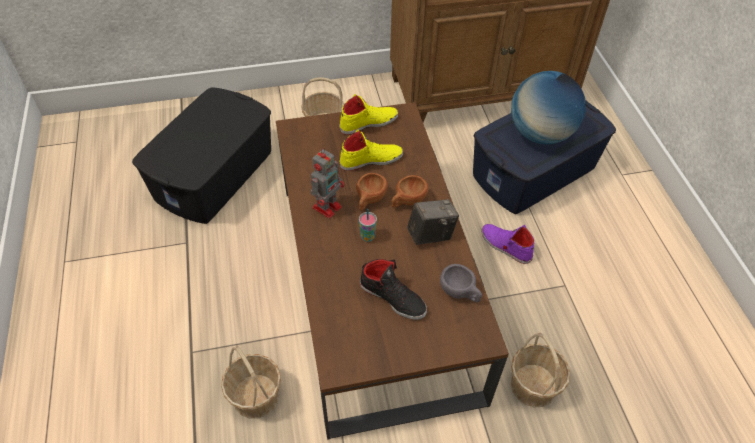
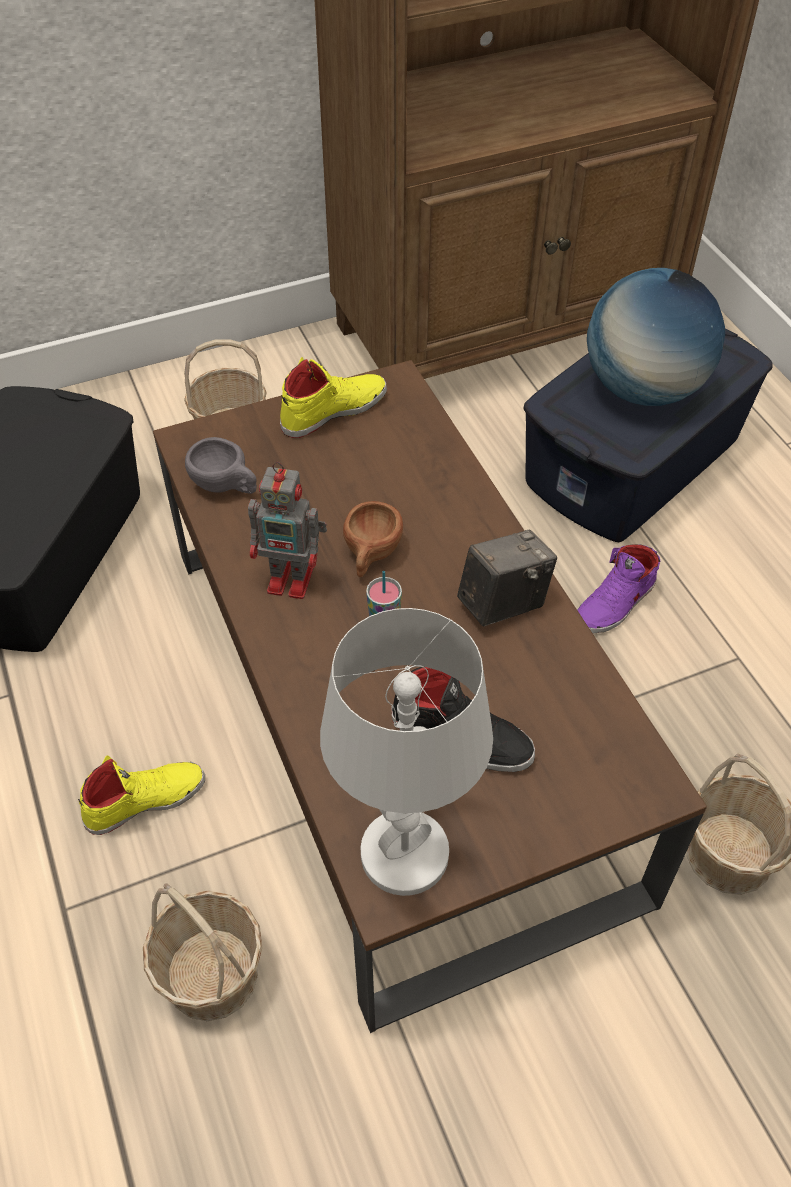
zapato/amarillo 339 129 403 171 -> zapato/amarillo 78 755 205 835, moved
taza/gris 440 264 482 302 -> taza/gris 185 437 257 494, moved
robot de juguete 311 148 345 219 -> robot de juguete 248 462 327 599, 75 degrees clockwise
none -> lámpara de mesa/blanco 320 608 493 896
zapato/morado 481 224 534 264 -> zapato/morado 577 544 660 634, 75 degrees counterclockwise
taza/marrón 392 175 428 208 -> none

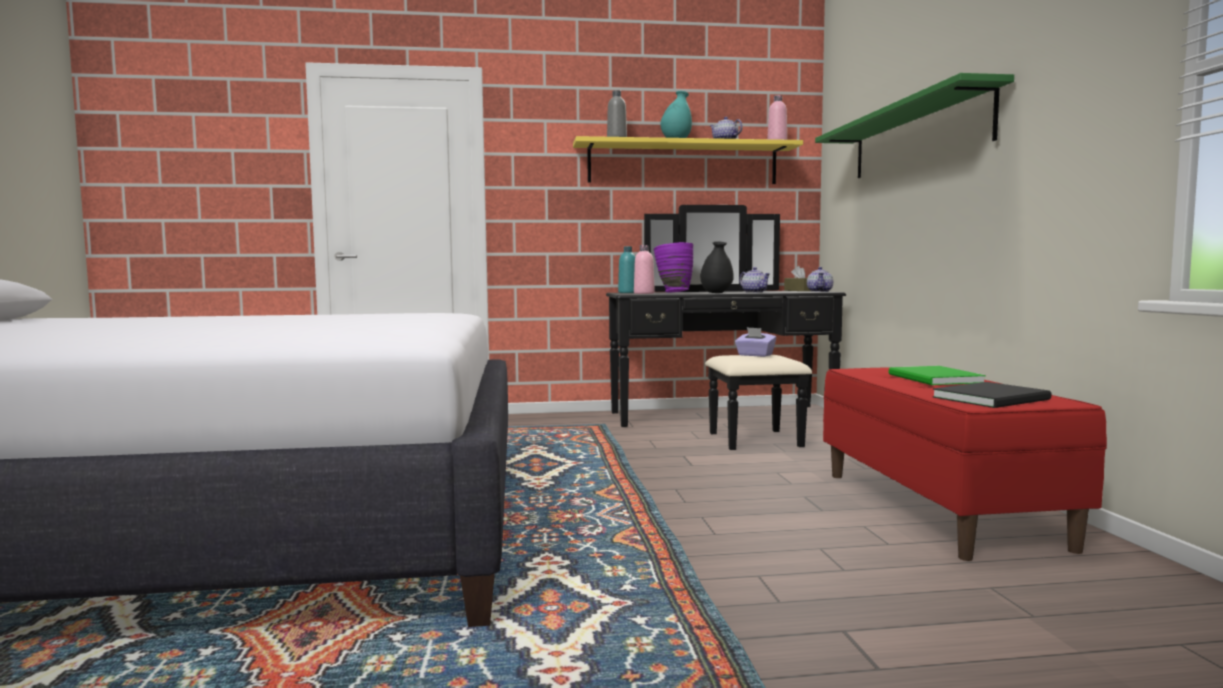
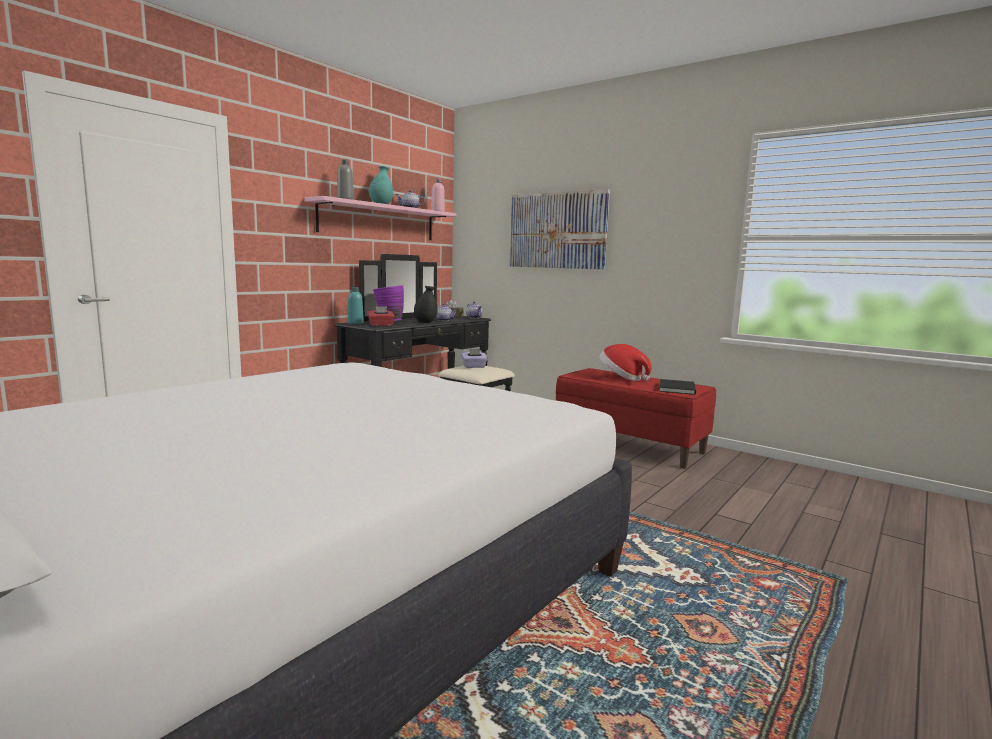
estante/amarillo 573 136 803 184 -> estante/rosa 304 196 457 240
botella/rosa 634 245 655 294 -> caja de pañuelos/rojo 367 306 395 326
estante/verde 815 73 1014 178 -> cuadro 509 189 610 270
libro/verde 889 366 986 385 -> sombrero 599 344 651 381

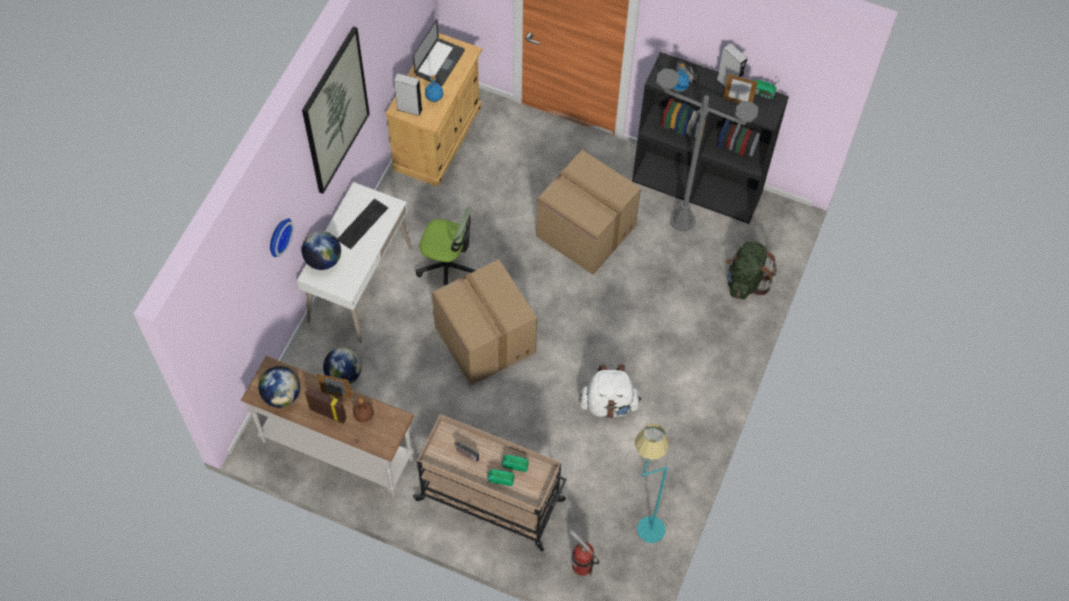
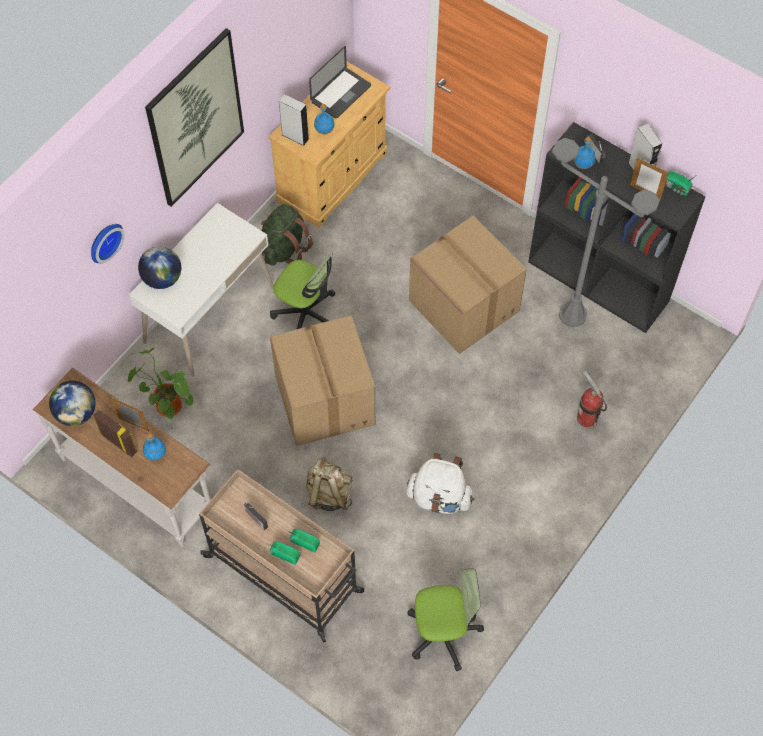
globo terráqueo 323 348 362 384 -> planta en maceta 128 347 194 420
botella/marrón 353 398 374 423 -> botella/azul 143 433 166 461
mochila/verde 726 241 777 299 -> mochila/verde 261 204 313 266, moved
none -> mochila/beis 306 457 352 511
lámpara de pie/turquesa 635 423 669 543 -> silla de oficina 407 568 484 671
extintor 570 530 599 576 -> extintor 577 371 607 429, moved
teclado 338 199 388 249 -> none

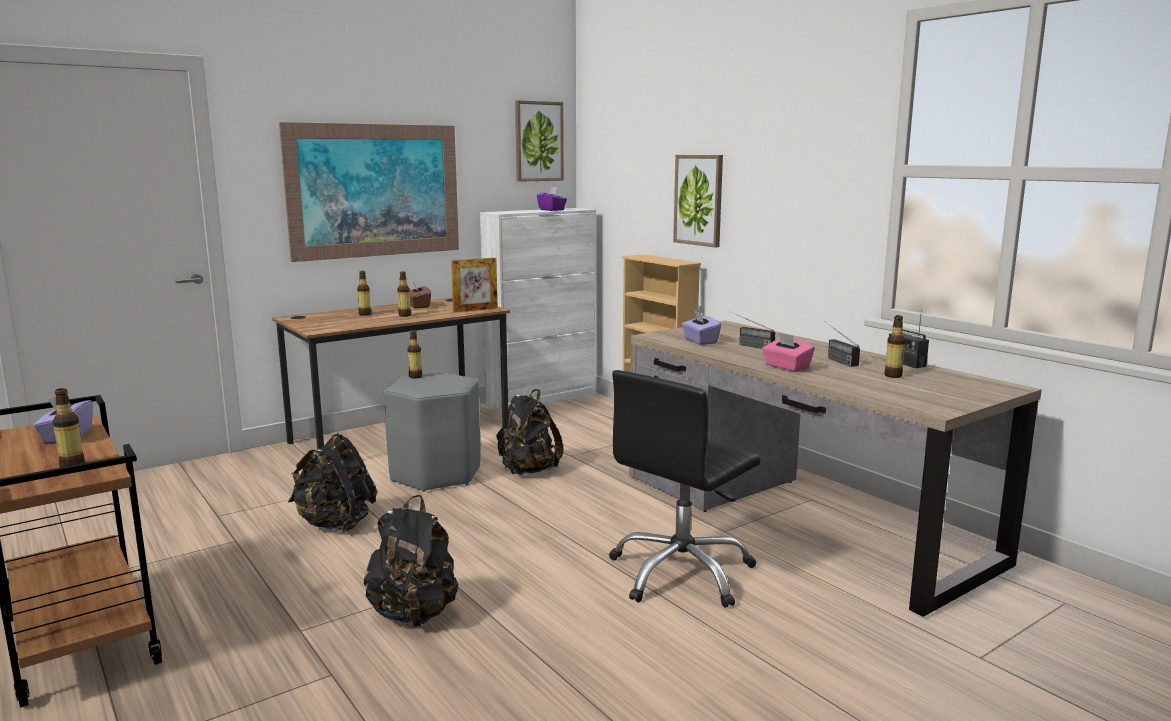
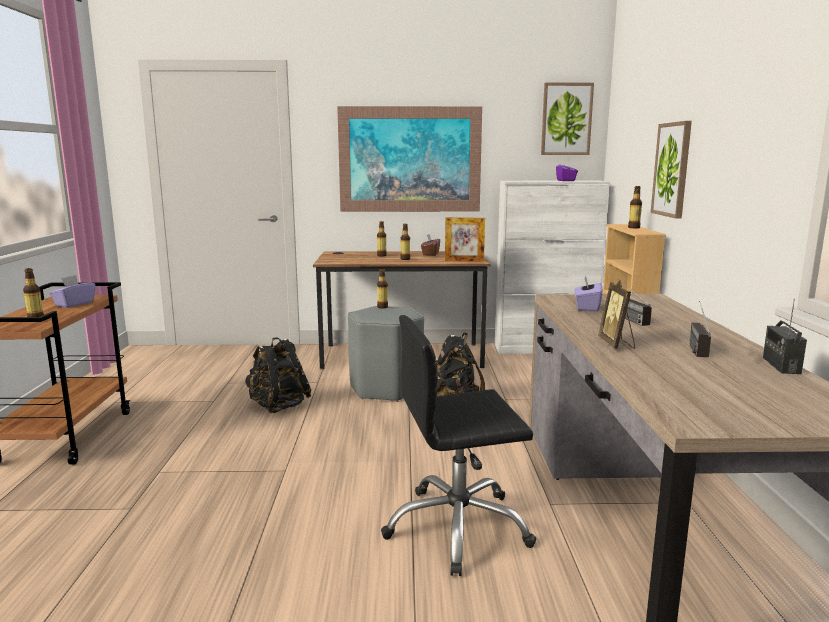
caja de pañuelos/rosa 762 332 815 372 -> portarretratos 598 280 635 349
botella 884 315 905 378 -> botella 628 186 642 228, moved
mochila/negro 364 495 458 627 -> none

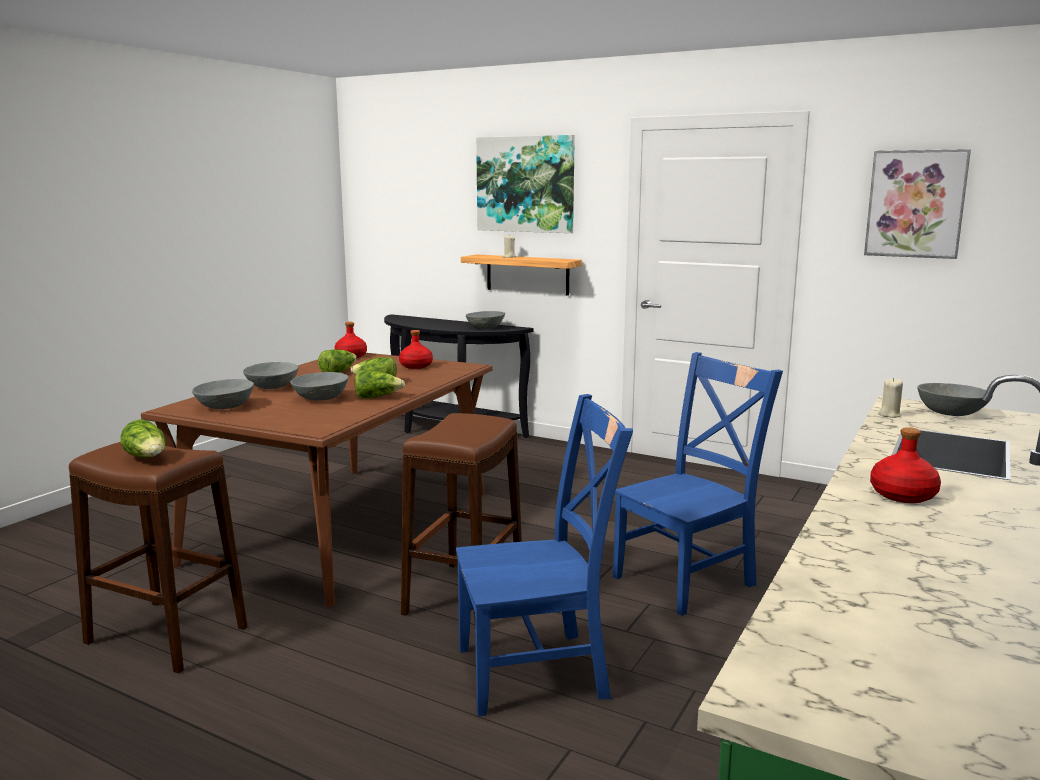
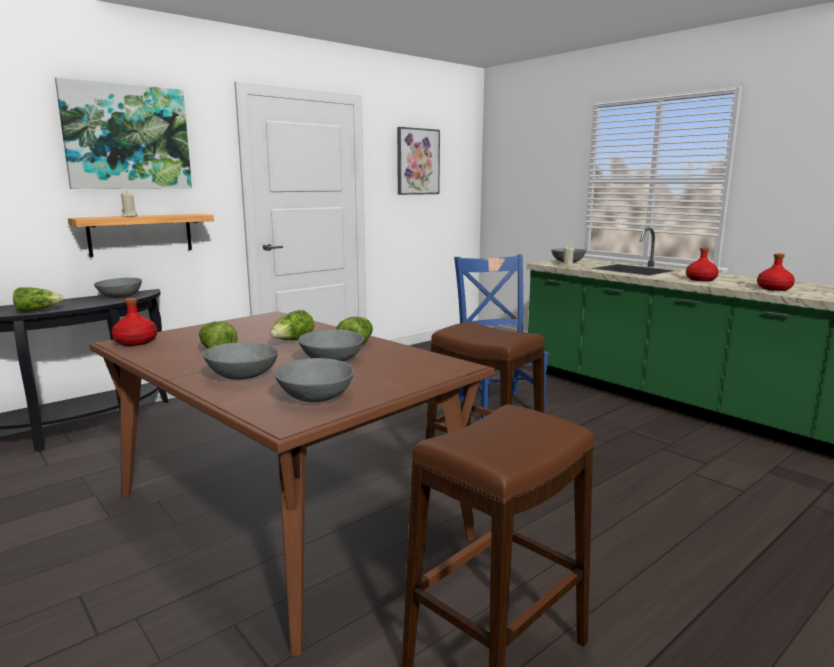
lechuga 121 419 166 458 -> lechuga 13 287 63 312, moved
botella/rojo 399 330 433 369 -> botella/rojo 757 254 795 291, moved
silla/azul 456 394 633 716 -> none

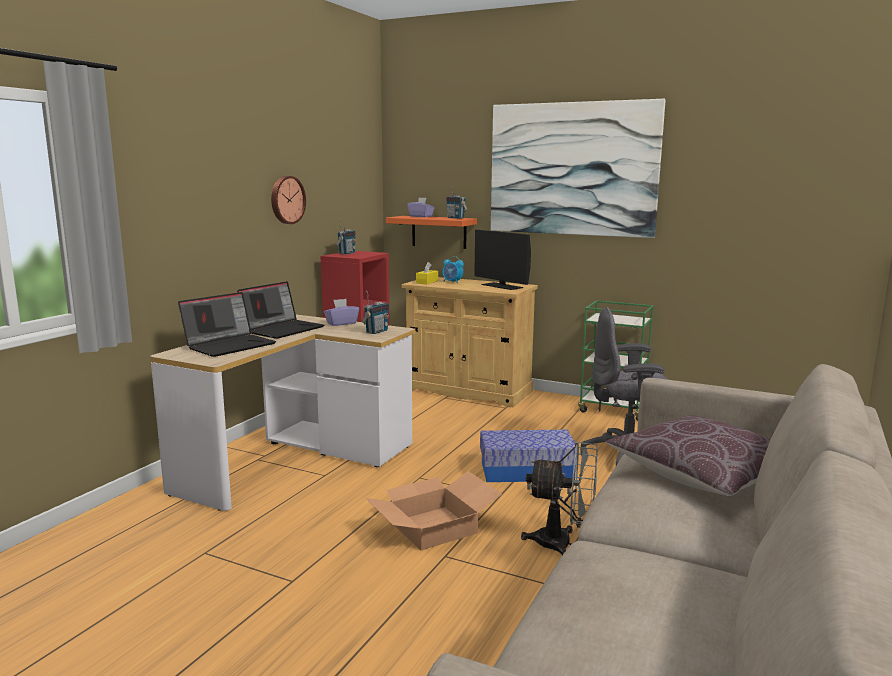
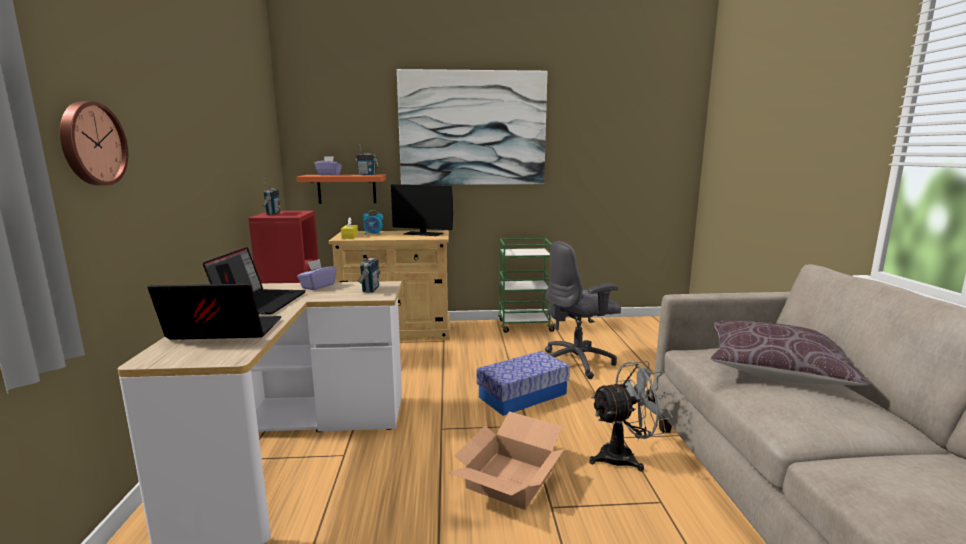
reloj de pared 271 176 306 224 -> reloj de pared 60 101 128 185, moved
portátil 178 292 276 357 -> portátil 148 284 282 340, 105 degrees counterclockwise

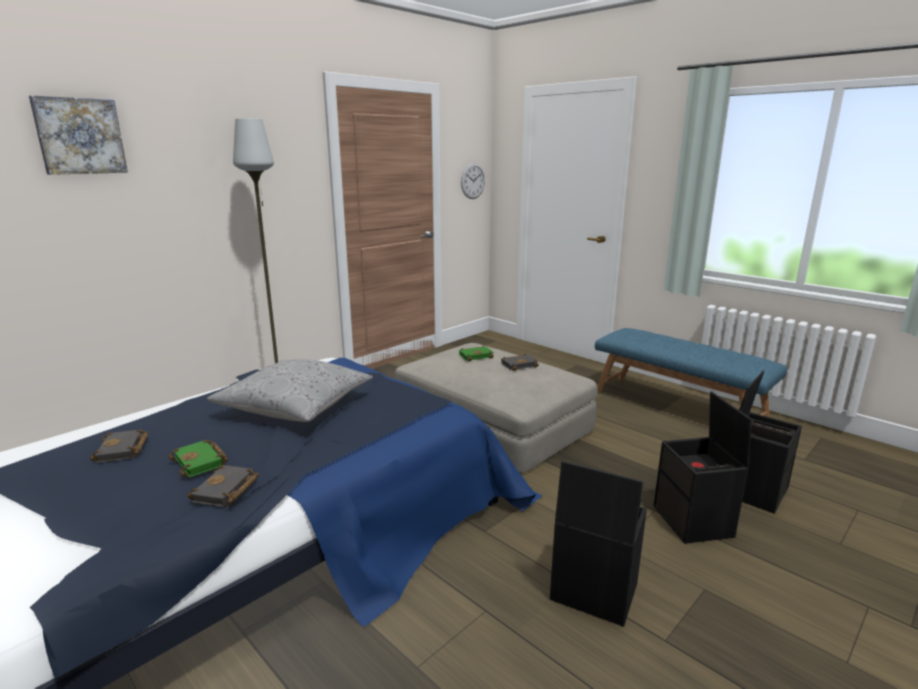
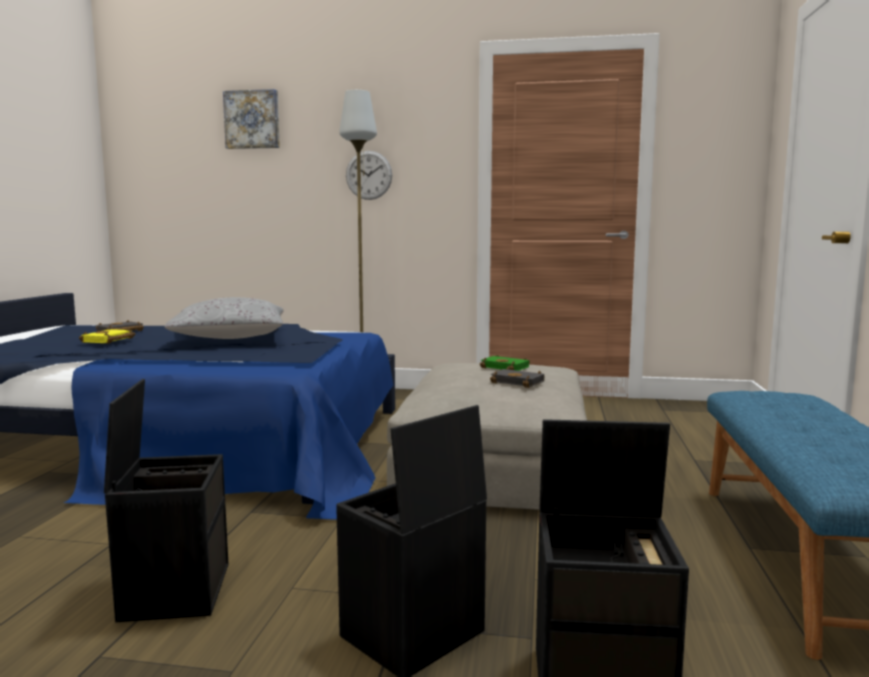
libro/verde 168 439 228 477 -> libro/amarillo 79 327 135 344
reloj de pared 461 163 485 199 -> reloj de pared 346 151 392 200, moved
libro/negro 187 465 259 507 -> none

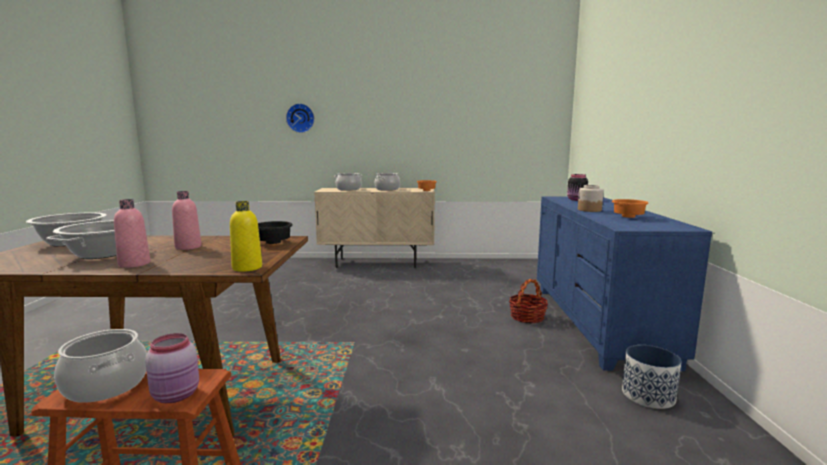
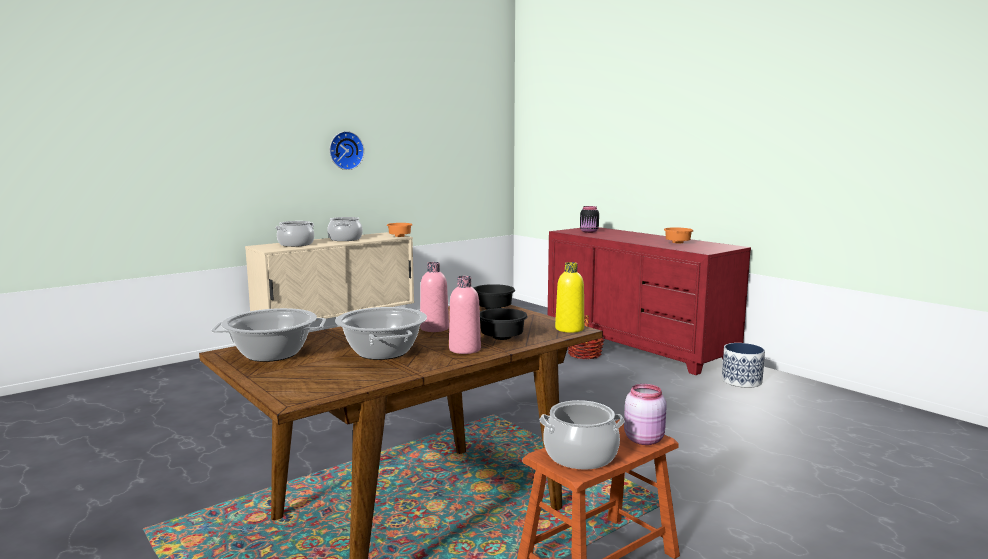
reloj de pared 286 103 315 133 -> reloj de pared 329 131 364 170, moved
none -> cuenco/negro 480 308 528 340
cómoda/azul 537 196 712 371 -> cómoda/rojo 548 227 751 375
tarro 578 185 604 212 -> none

